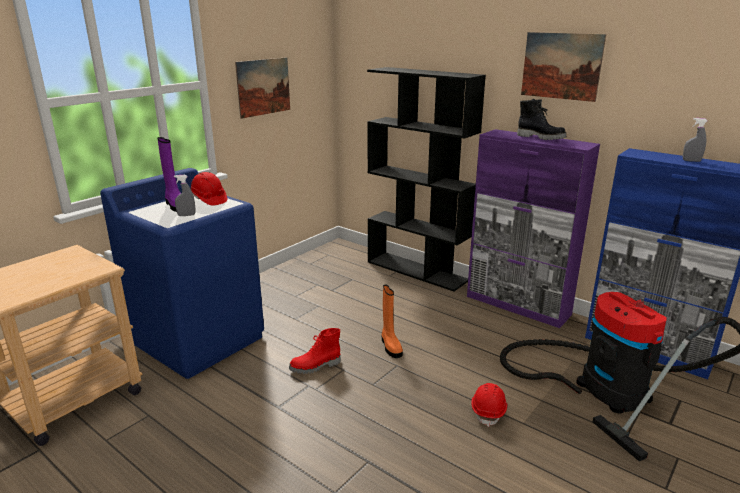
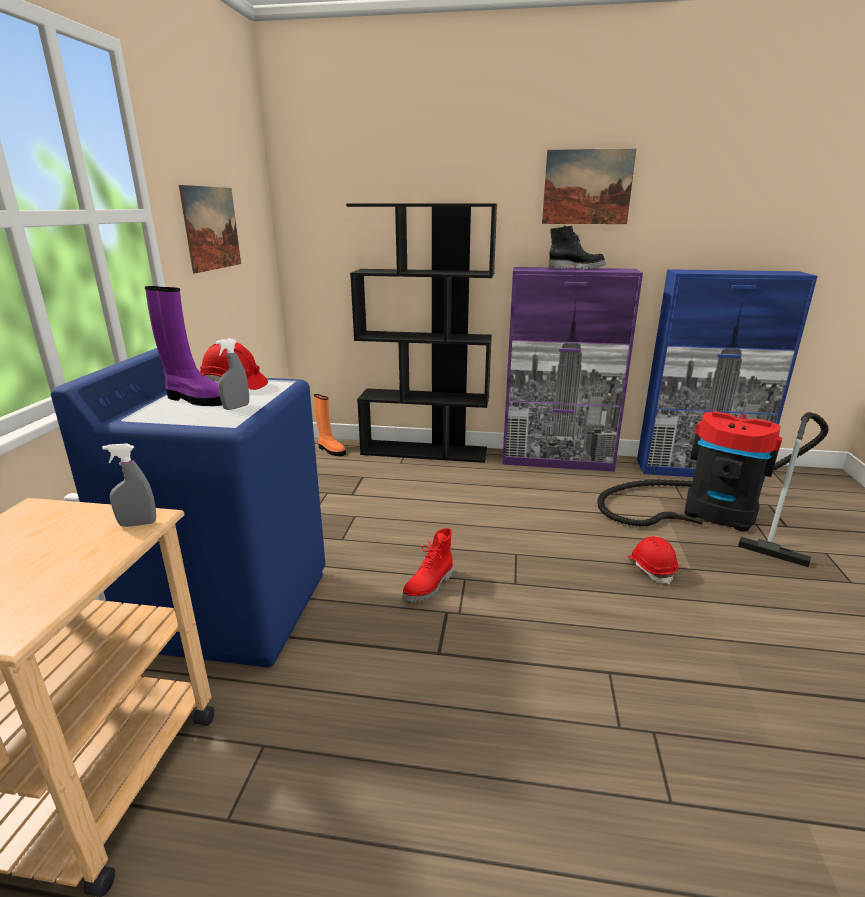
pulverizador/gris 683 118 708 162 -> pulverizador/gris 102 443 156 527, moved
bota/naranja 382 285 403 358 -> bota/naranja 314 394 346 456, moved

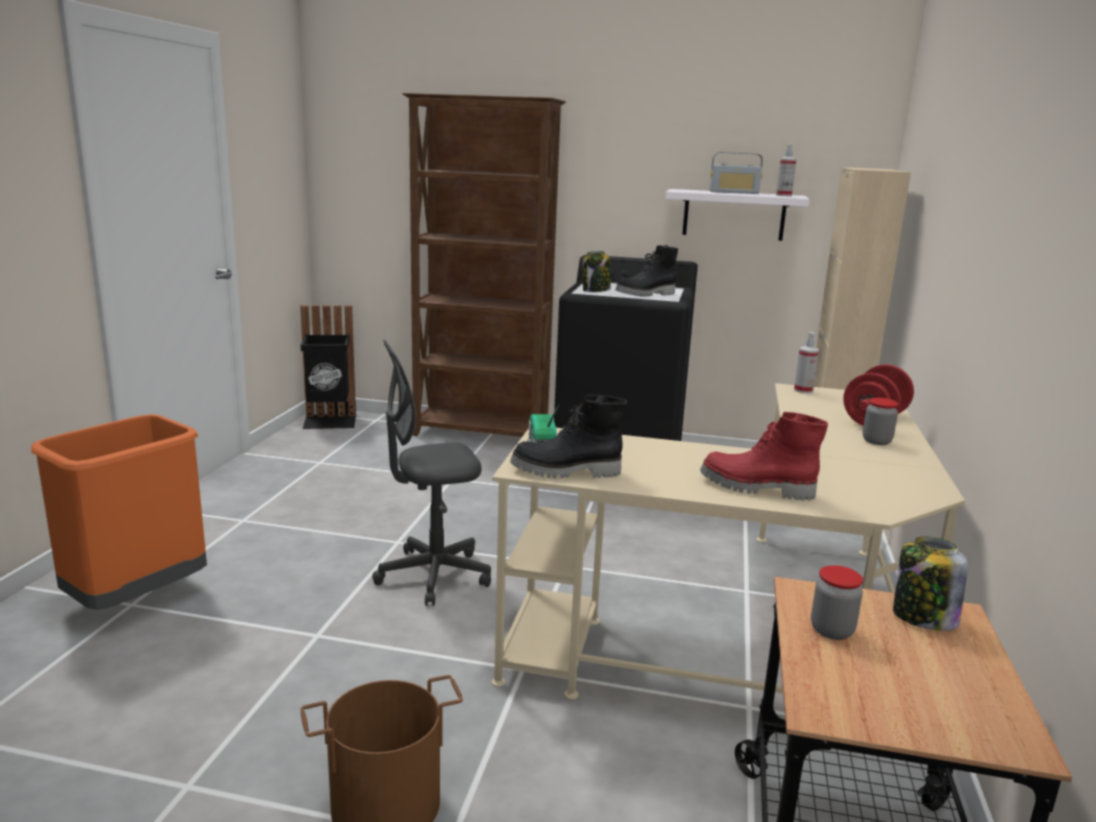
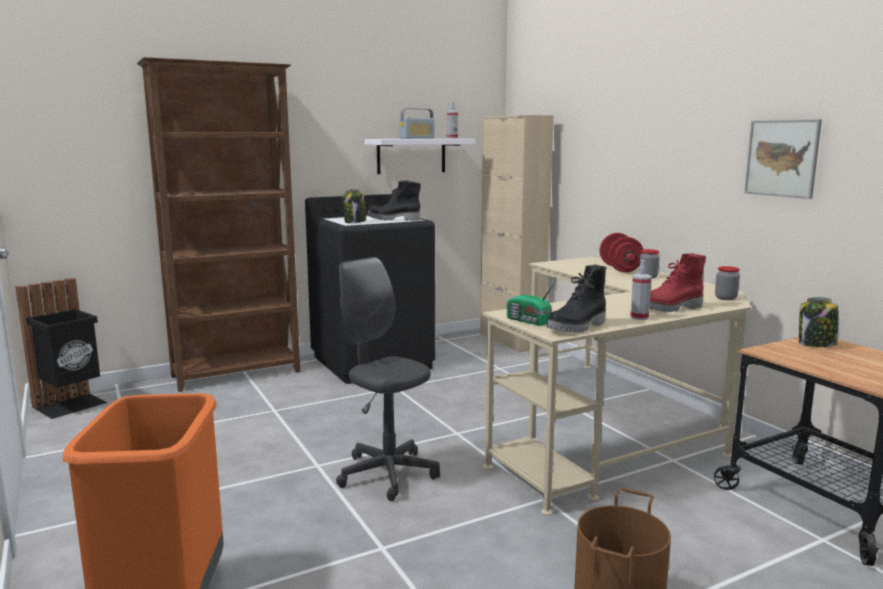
silla de oficina/gris 372 340 491 606 -> silla de oficina/gris 336 257 440 501, 105 degrees clockwise
bota/negro 616 245 678 297 -> bota/negro 367 180 421 221, 75 degrees clockwise
pulverizador 794 332 819 394 -> pulverizador 630 260 652 320, moved
tarro 811 565 863 640 -> tarro 715 266 740 300, moved
none -> cuadro 744 119 822 199

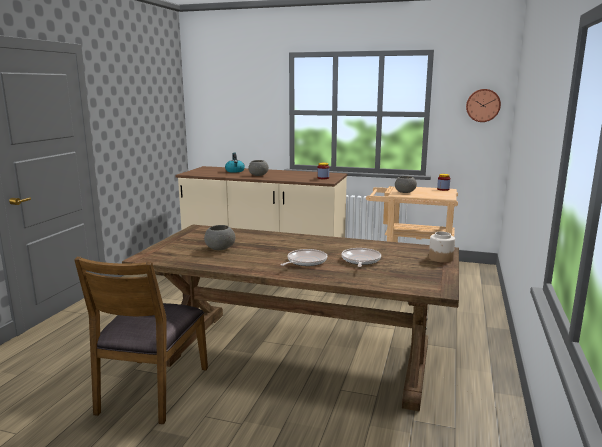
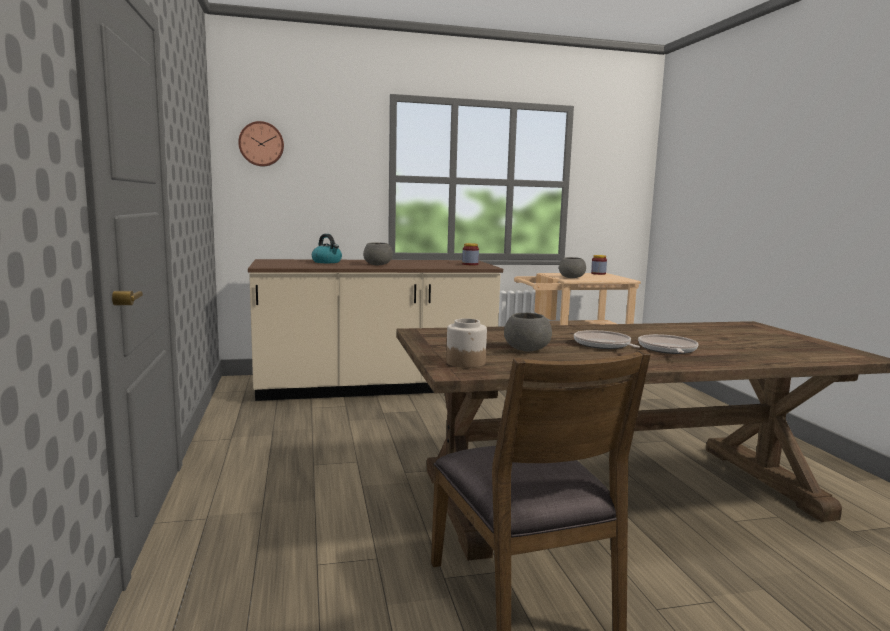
reloj de pared 466 89 501 122 -> reloj de pared 238 121 284 167, moved
tarro 429 232 455 263 -> tarro 446 318 487 368, moved
sartén 341 248 381 267 -> sartén 574 330 640 349, moved

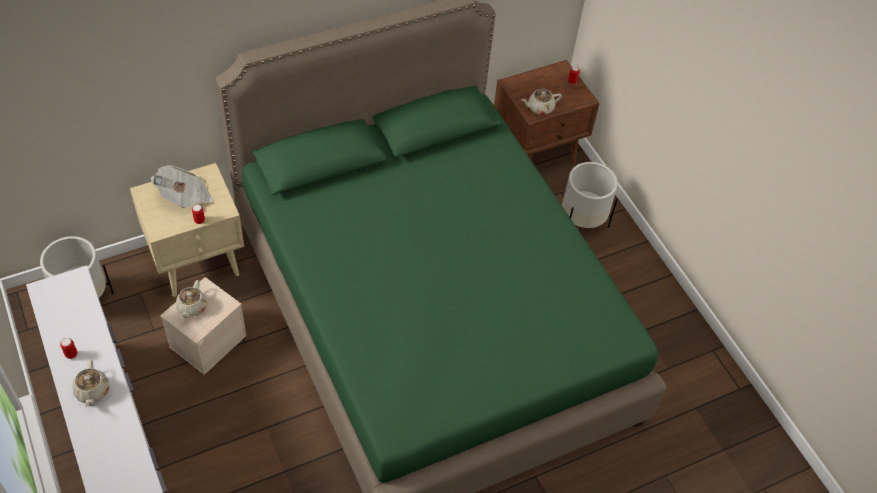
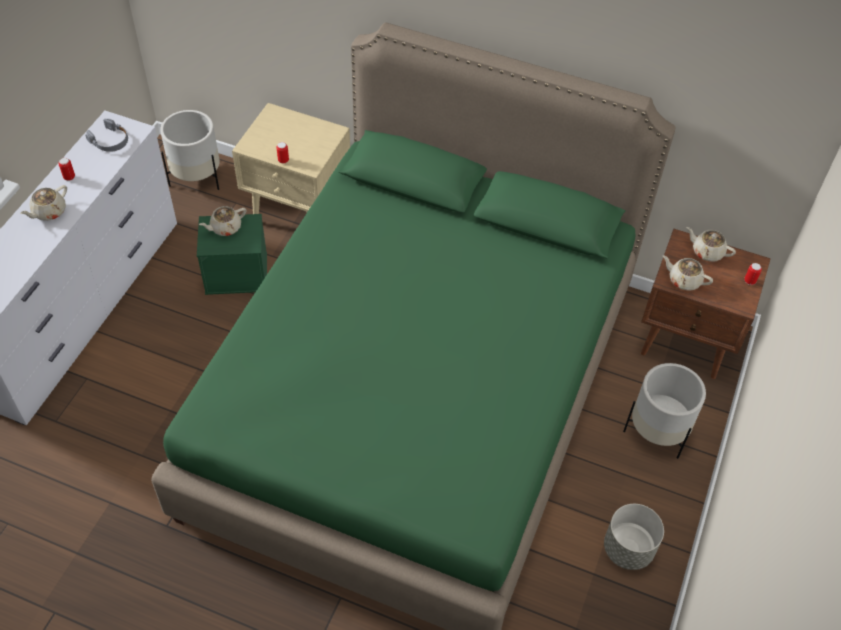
none -> auriculares/gris 85 119 128 152
caja de almacenaje/beis 160 277 247 375 -> caja de almacenaje/verde 197 214 267 295
none -> maceta/gris 604 504 664 570
none -> tetera/beis 686 227 736 262
periódico 151 165 213 208 -> none

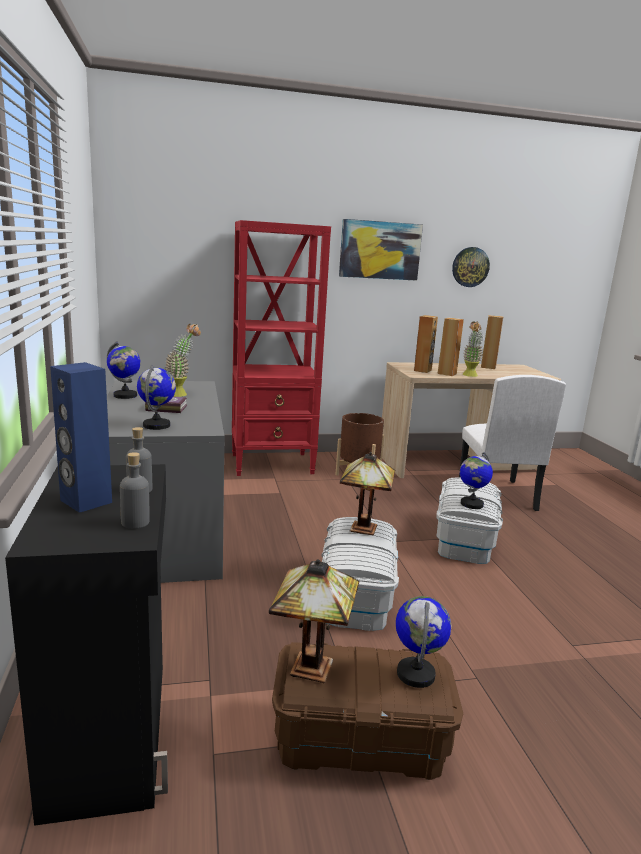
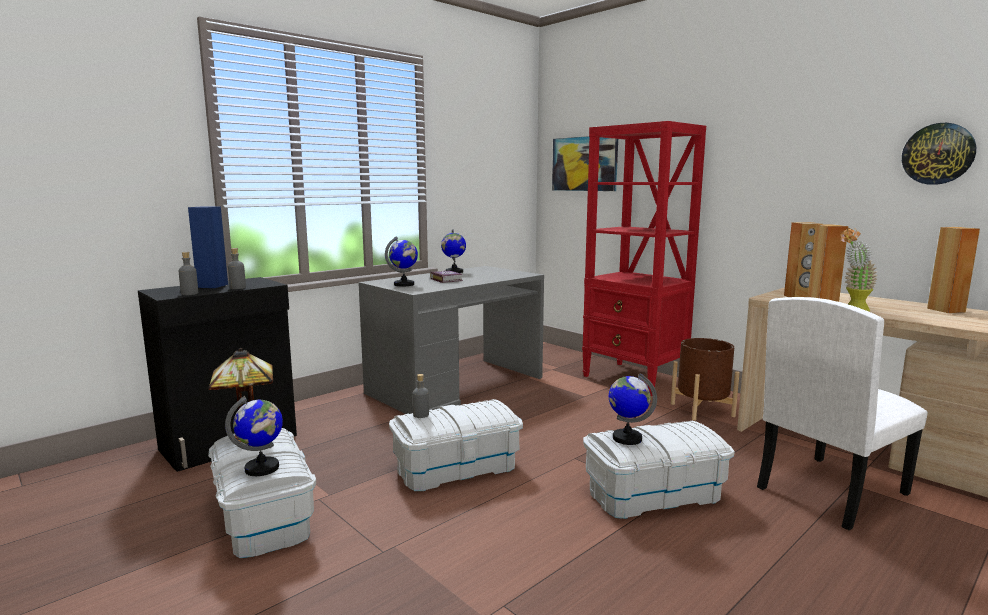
caja de almacenaje/marrón 272 642 463 780 -> caja de almacenaje/blanco 208 428 316 558
none -> botella/gris 413 374 429 418
cuadro 339 219 423 281 -> cuadro 552 136 618 191, moved
planta en maceta 165 324 201 397 -> none
lámpara de mesa 340 452 395 535 -> none

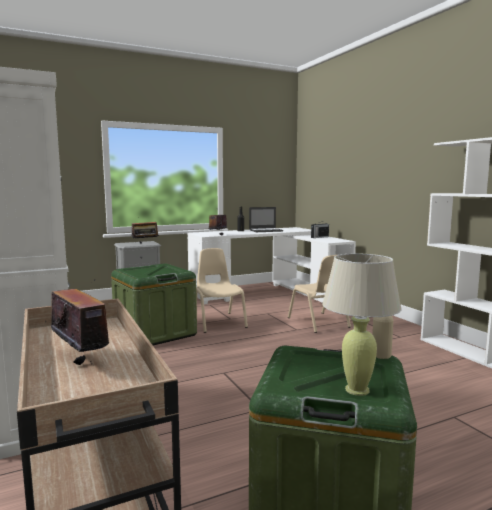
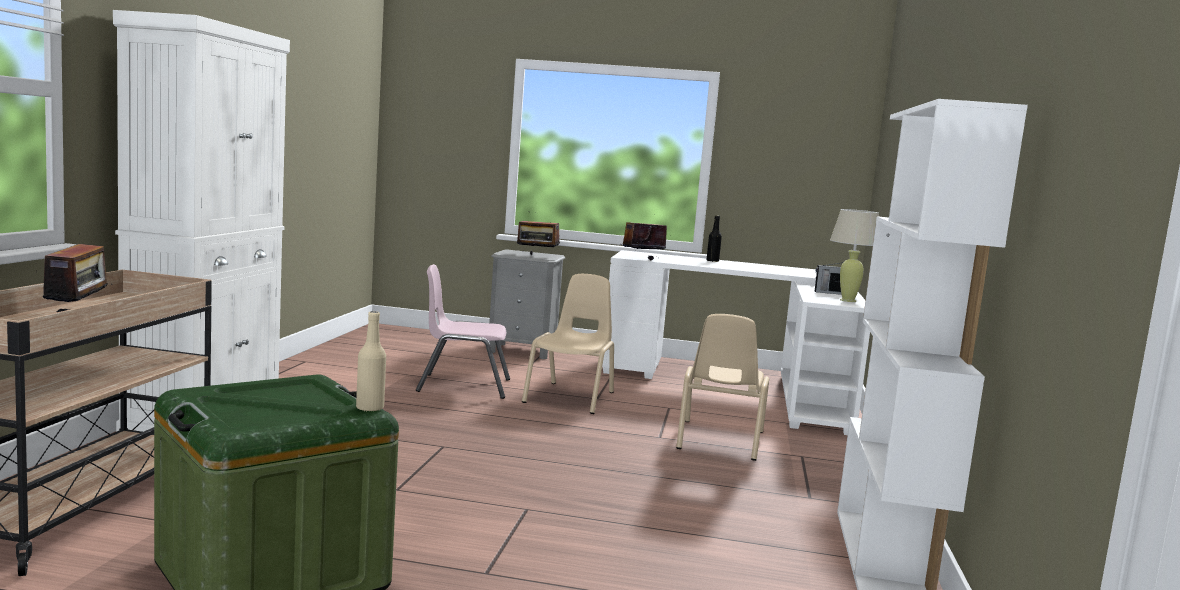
caja de almacenaje/verde 111 263 197 345 -> silla/rosa 416 264 510 399
lámpara de mesa/beis 322 253 402 396 -> lámpara de mesa/beis 830 209 879 302, moved
portátil 249 207 283 232 -> none

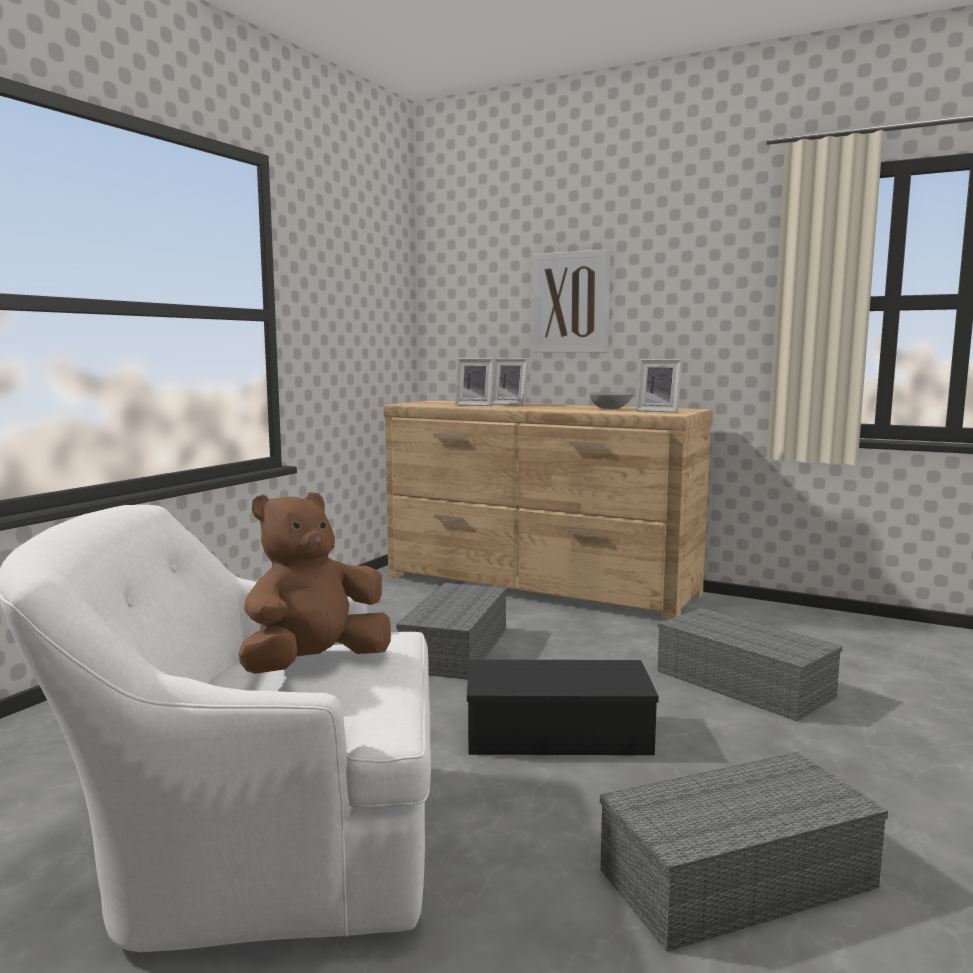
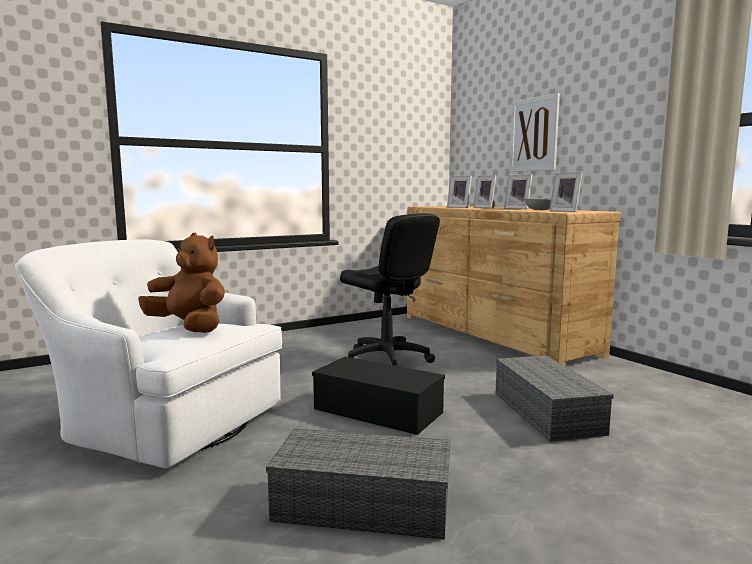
peluche/marrón 239 492 391 674 -> peluche/marrón 138 233 225 333, 45 degrees clockwise
caja de almacenaje/gris 396 583 507 680 -> silla de oficina/negro 340 213 440 366
none -> portarretratos 504 174 533 209

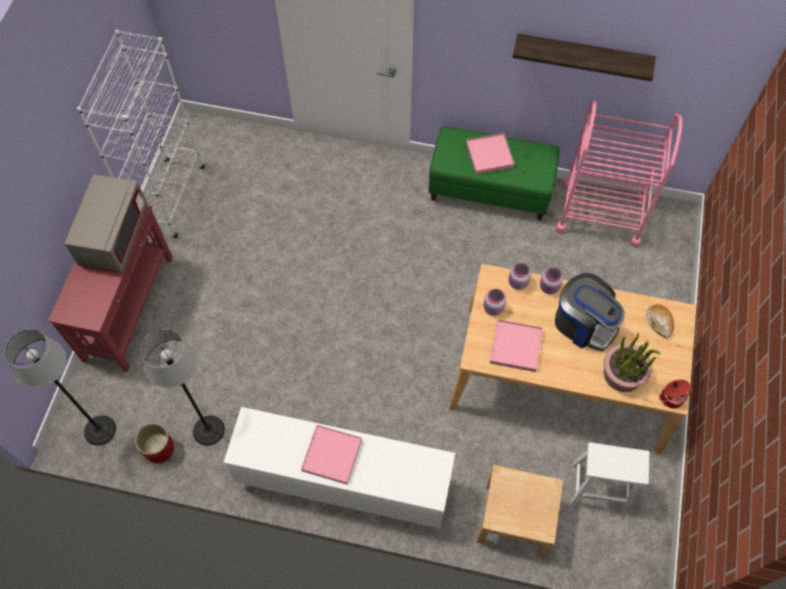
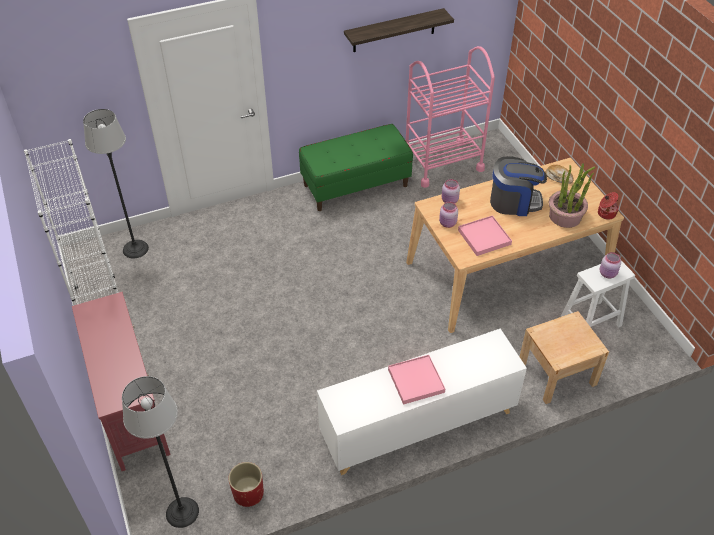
lámpara de pie 141 329 225 446 -> lámpara de pie 83 109 149 258, moved
tarro/rosa 540 267 563 294 -> tarro/rosa 600 252 621 279, moved
microondas/gris 65 175 147 273 -> none
bandeja/rosa 466 133 515 174 -> none

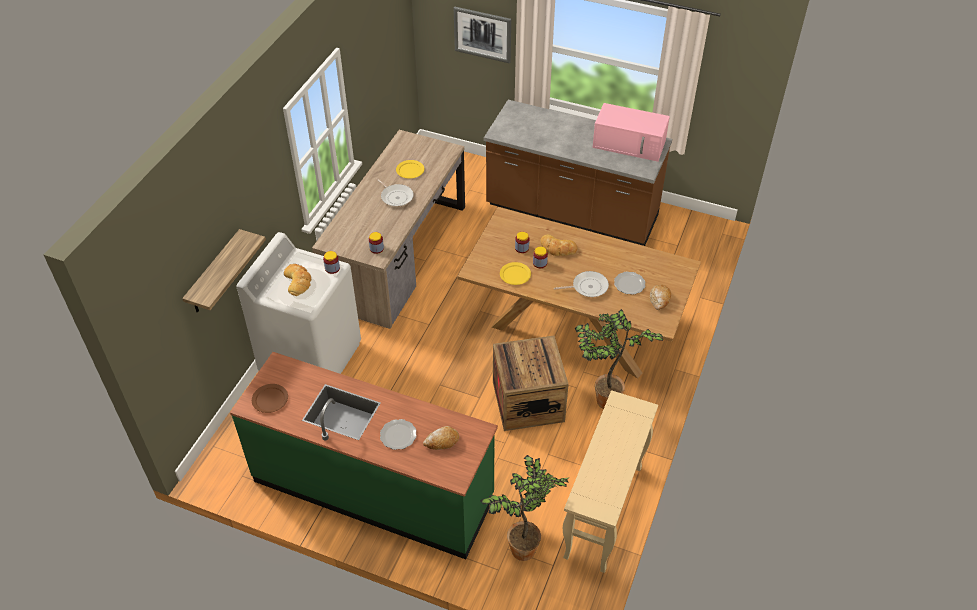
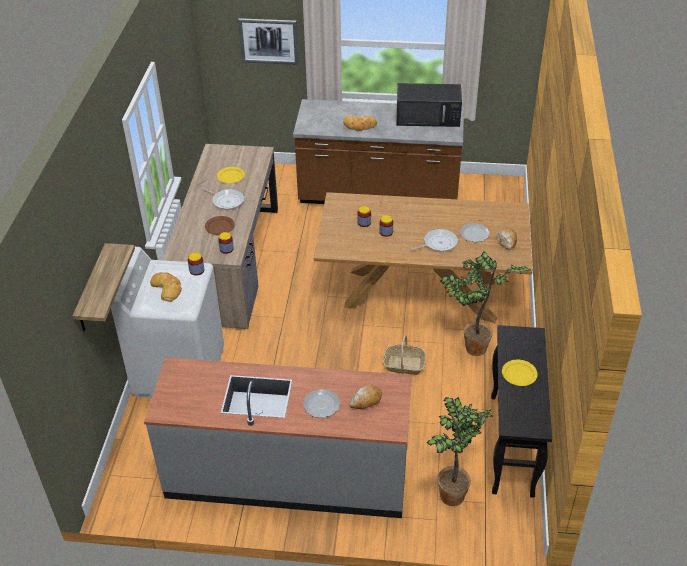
mueble bajo de cocina/verde 230 352 498 559 -> mueble bajo de cocina/gris 144 357 412 518
plato/marrón 252 384 288 413 -> plato/marrón 205 216 235 235, moved
pan 540 234 577 256 -> pan 343 116 377 131, moved
caja de embalaje 493 335 569 431 -> cesta 383 335 426 375
microondas/rosa 593 103 670 162 -> microondas/negro 396 83 462 127
mesa consola/beis 563 390 658 573 -> mesa consola/negro 491 325 552 497
plato/amarillo 500 262 531 285 -> plato/amarillo 502 360 538 386, moved

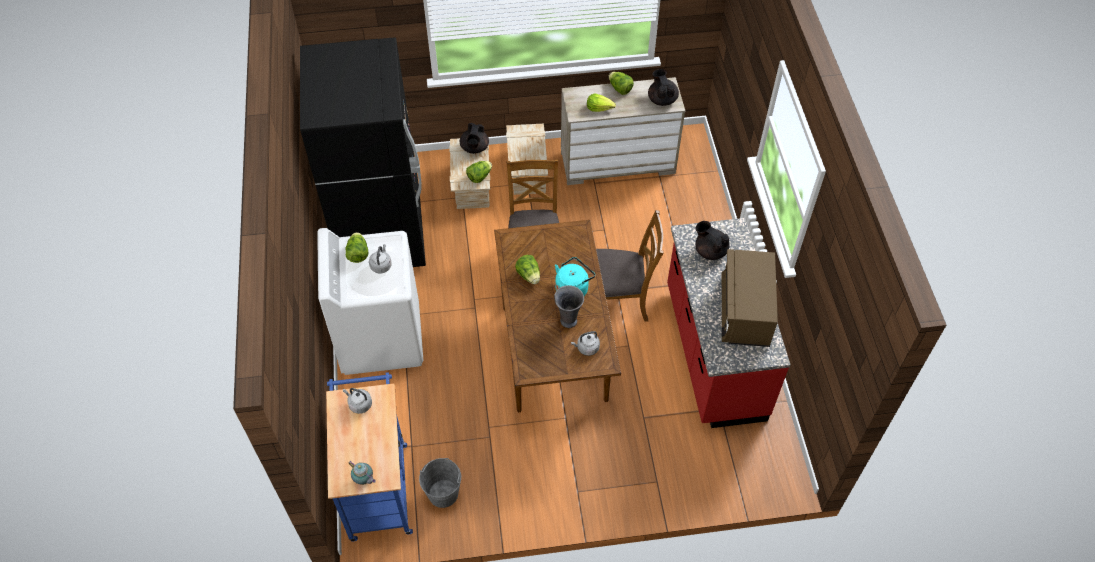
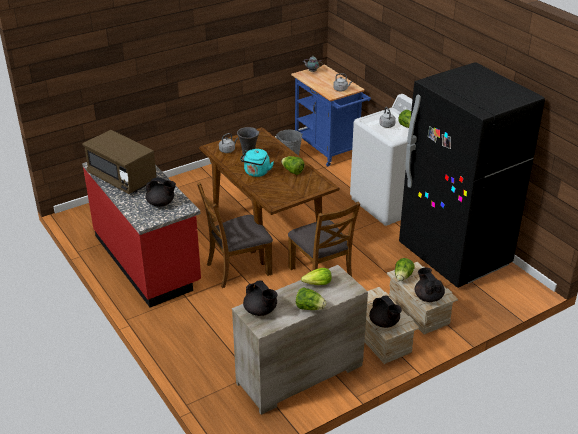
microondas/marrón 721 249 778 347 -> microondas/marrón 82 130 157 194, 150 degrees clockwise
none -> tetera/negro 369 296 402 328

